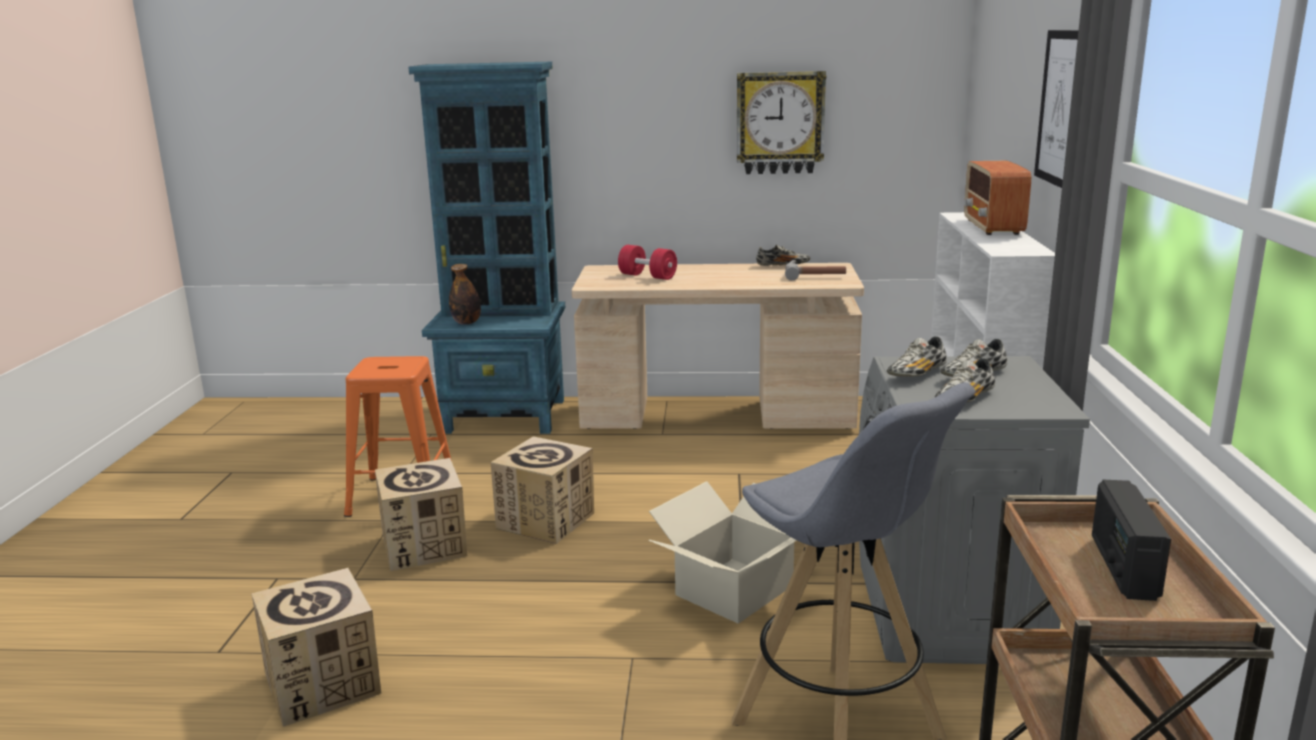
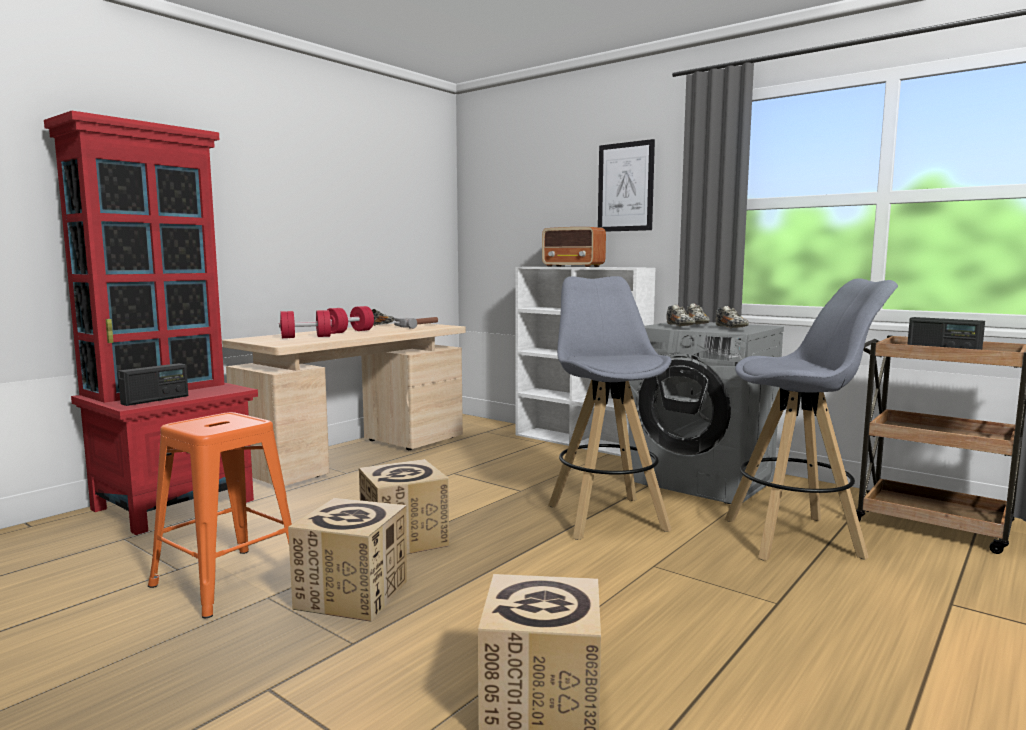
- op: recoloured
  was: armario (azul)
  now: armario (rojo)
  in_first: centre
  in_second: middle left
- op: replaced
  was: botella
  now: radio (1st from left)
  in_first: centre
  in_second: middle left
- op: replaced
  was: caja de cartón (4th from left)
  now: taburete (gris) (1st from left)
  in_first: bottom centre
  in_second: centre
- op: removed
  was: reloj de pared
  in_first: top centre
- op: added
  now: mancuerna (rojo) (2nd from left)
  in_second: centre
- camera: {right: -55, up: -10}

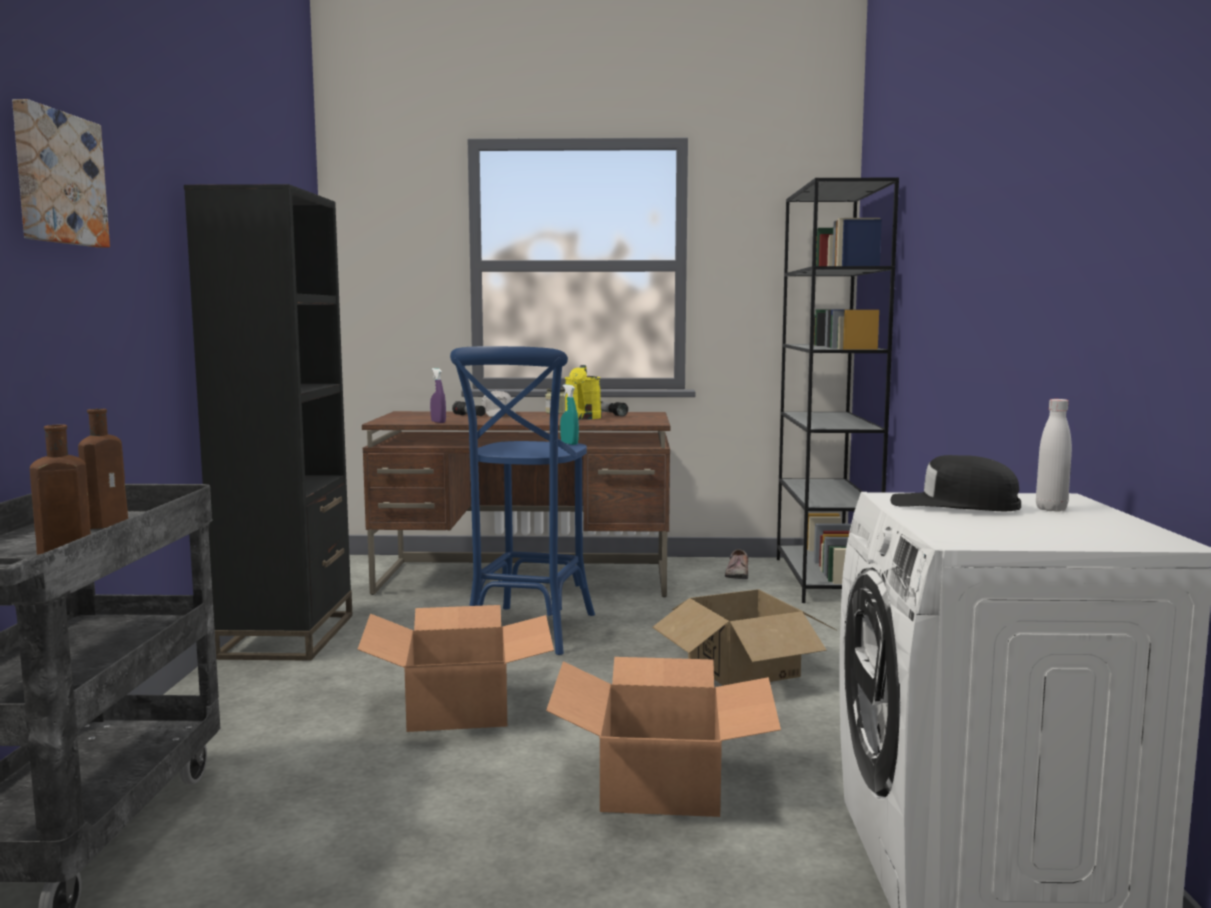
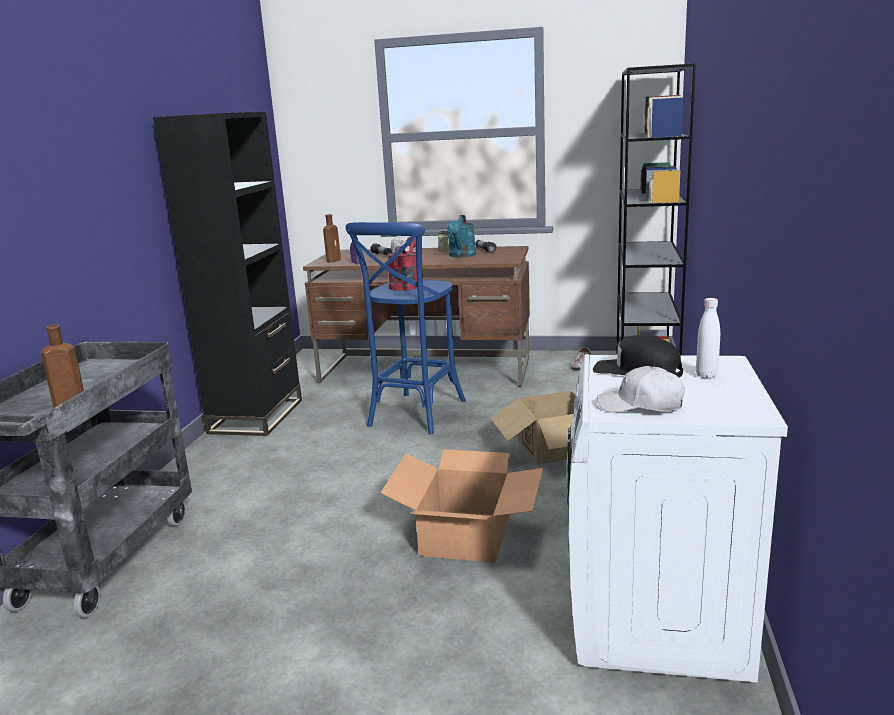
- op: removed
  was: cuadro
  in_first: top left
- op: moved
  was: botella (marrón) (2nd from left)
  in_first: middle left
  in_second: top centre
- op: removed
  was: caja de cartón (1st from left)
  in_first: bottom centre
- op: removed
  was: pulverizador (turquesa)
  in_first: centre
- op: recoloured
  was: regadera (amarillo)
  now: regadera (turquesa)
  in_first: centre
  in_second: top centre
- op: added
  now: regadera (rojo)
  in_second: centre
- op: added
  now: gorra (blanco) (2nd from left)
  in_second: middle right
- camera: {right: 10, up: 10}

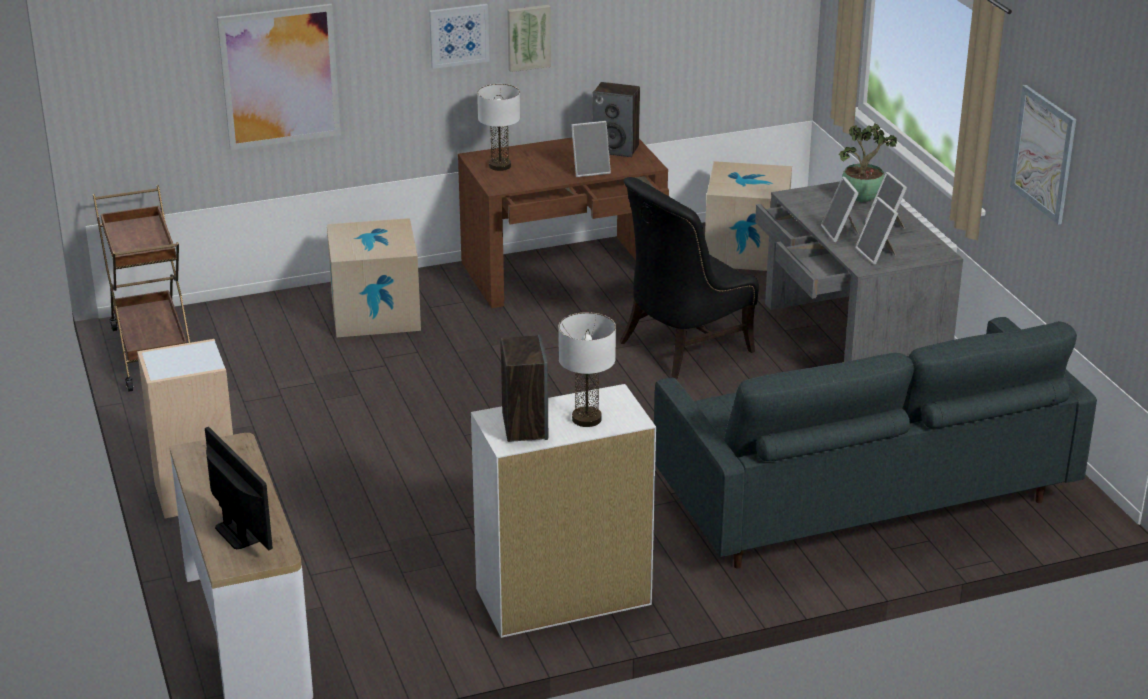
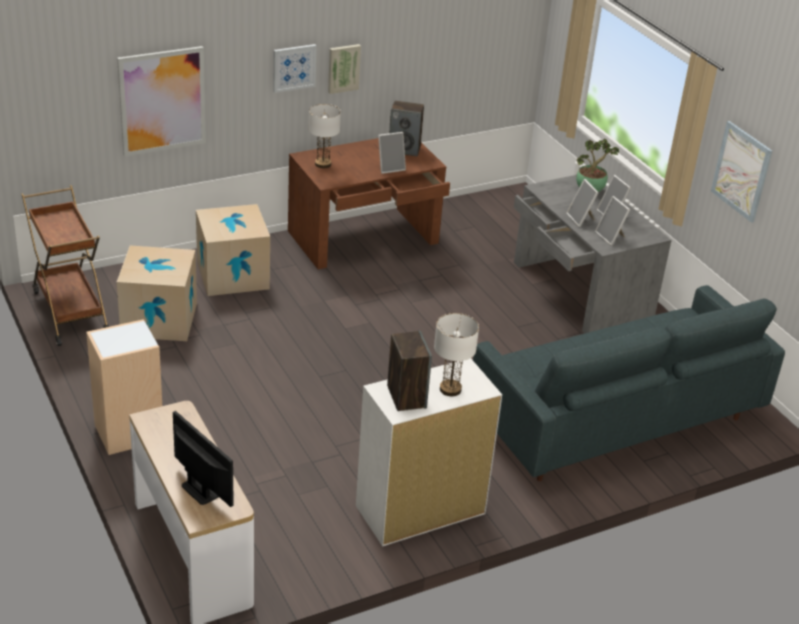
- op: removed
  was: silla (negro)
  in_first: centre
- op: moved
  was: caja de cartón (2nd from left in the first image)
  now: caja de cartón (1st from left)
  in_first: top centre
  in_second: middle left
- camera: {right: -10, up: 5}

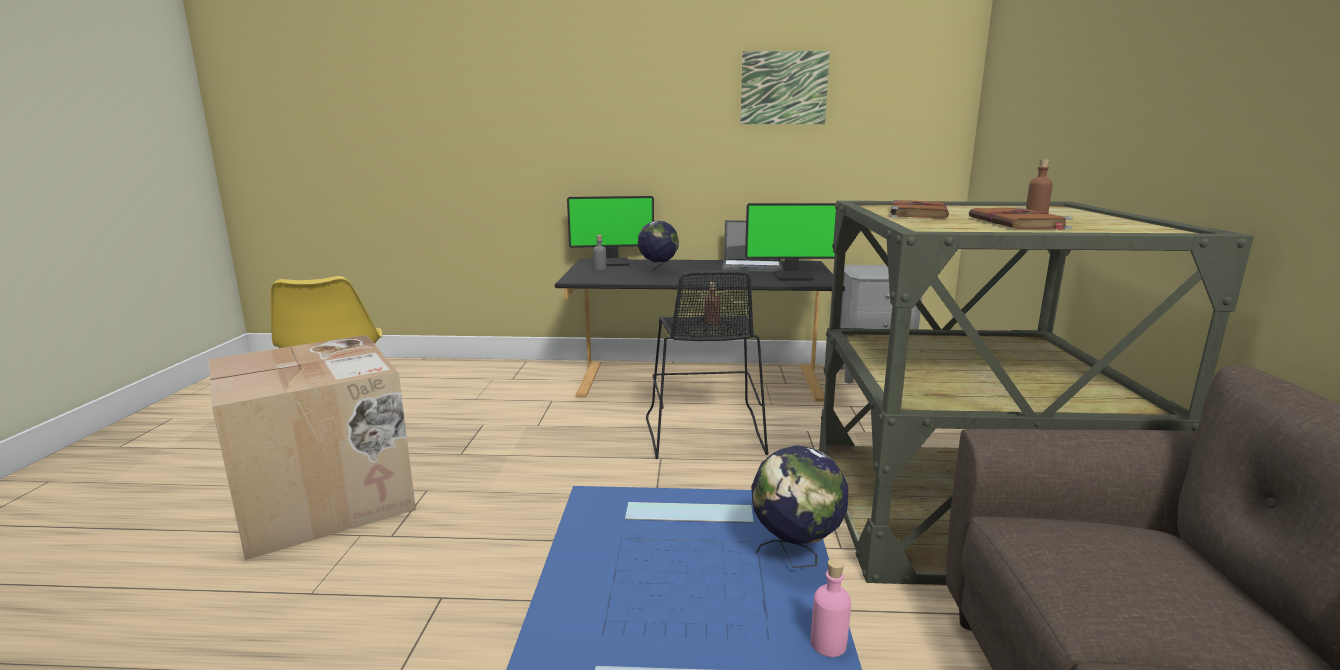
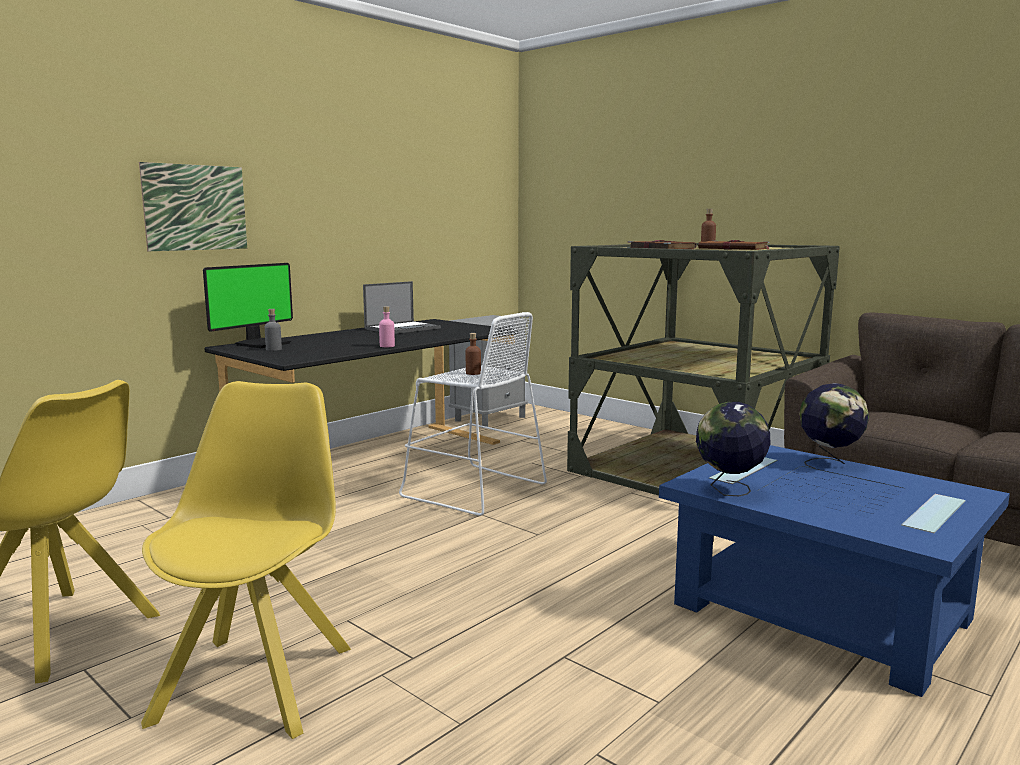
- op: replaced
  was: caja de cartón
  now: silla (amarillo) (2nd from left)
  in_first: bottom left
  in_second: bottom left
- op: moved
  was: globo terráqueo (1st from left)
  in_first: centre
  in_second: middle right
- op: recoloured
  was: taburete (negro)
  now: taburete (blanco)
  in_first: centre
  in_second: centre
- op: moved
  was: cuadro
  in_first: top centre
  in_second: top left
- op: removed
  was: monitor (2nd from left)
  in_first: centre
- op: moved
  was: botella (rosa)
  in_first: bottom centre
  in_second: centre
- camera: {right: -50, up: -5}

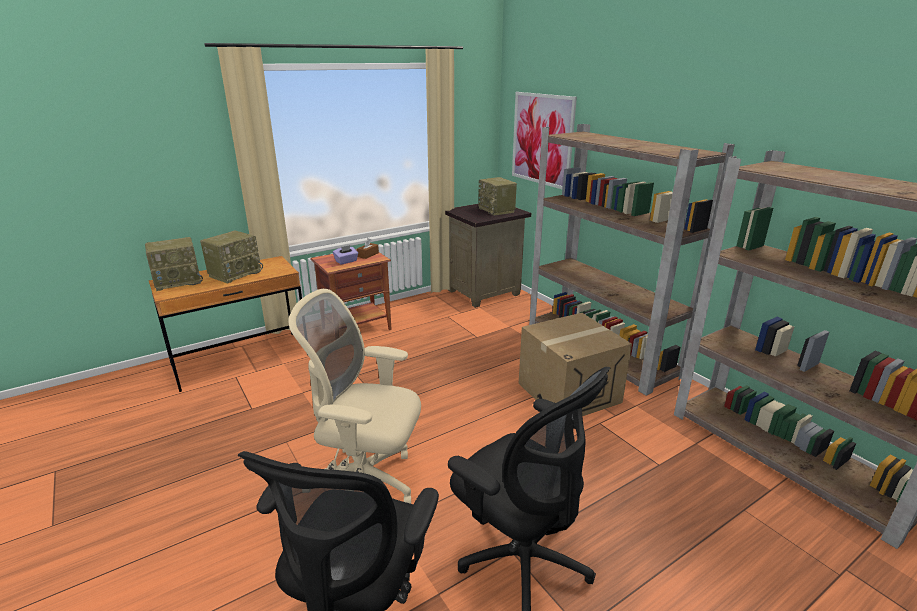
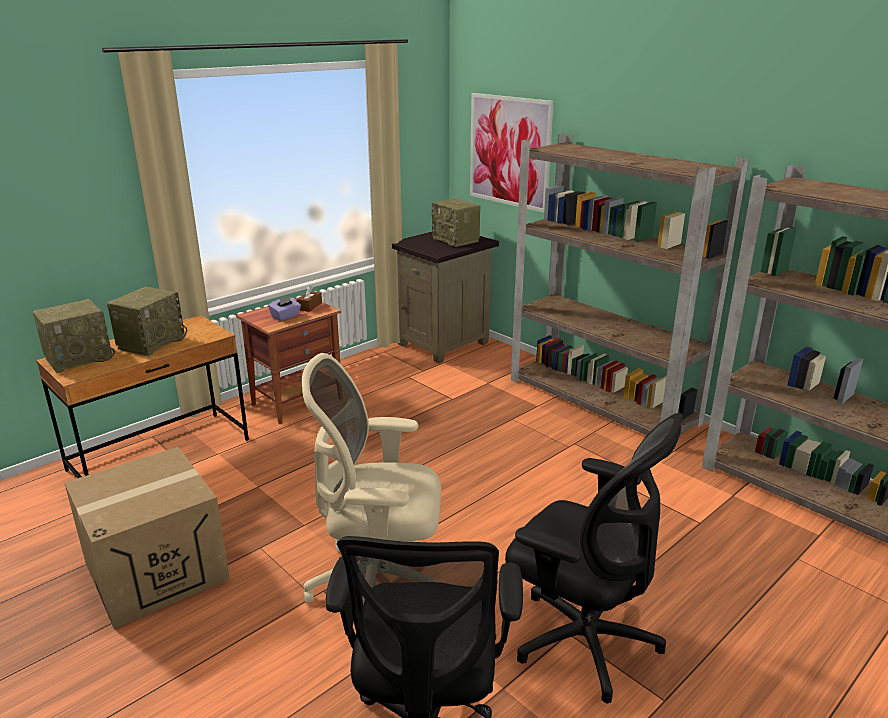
- op: moved
  was: caja de cartón
  in_first: centre
  in_second: bottom left
- camera: {right: -10, up: 0}

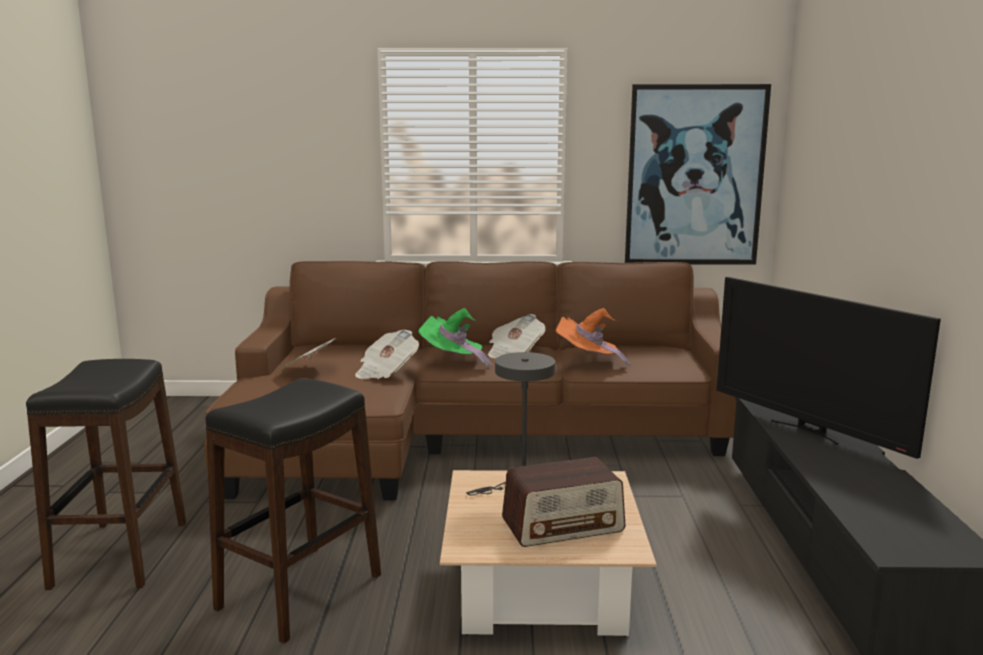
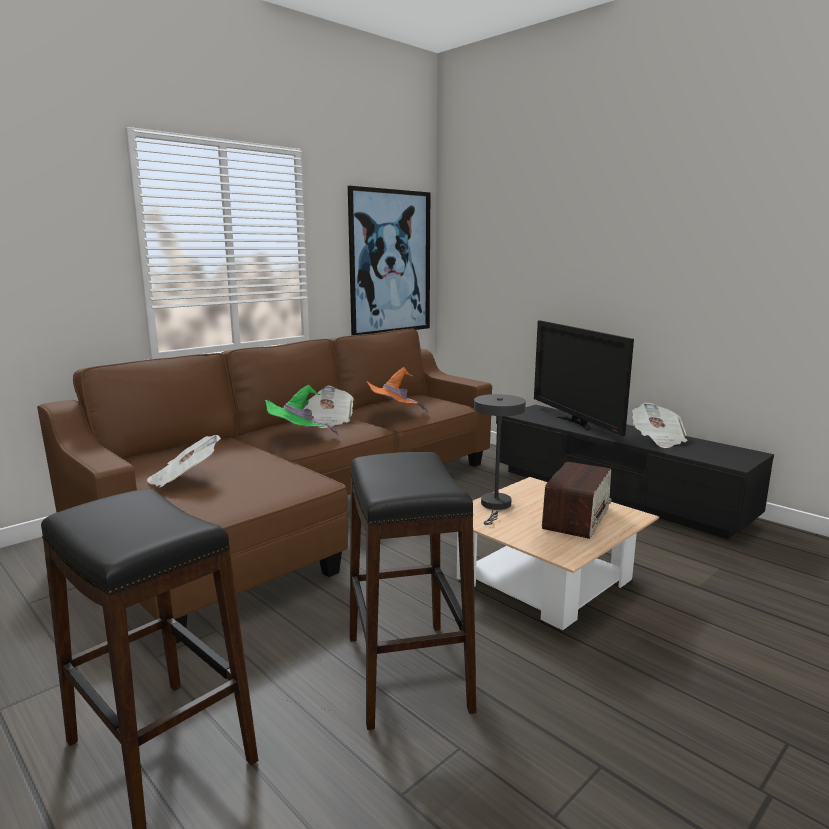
- op: moved
  was: periódico (2nd from left in the first image)
  now: periódico (3rd from left)
  in_first: centre
  in_second: middle right
- op: turned
  was: televisor
  in_first: middle right
  in_second: middle right
  clockwise: 60
- camera: {right: -45, up: 0}

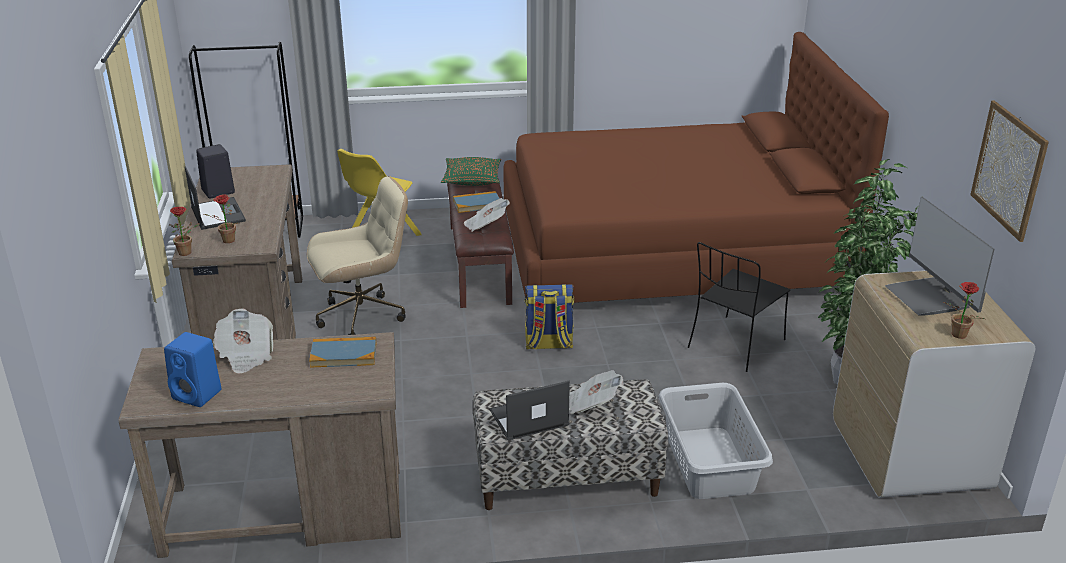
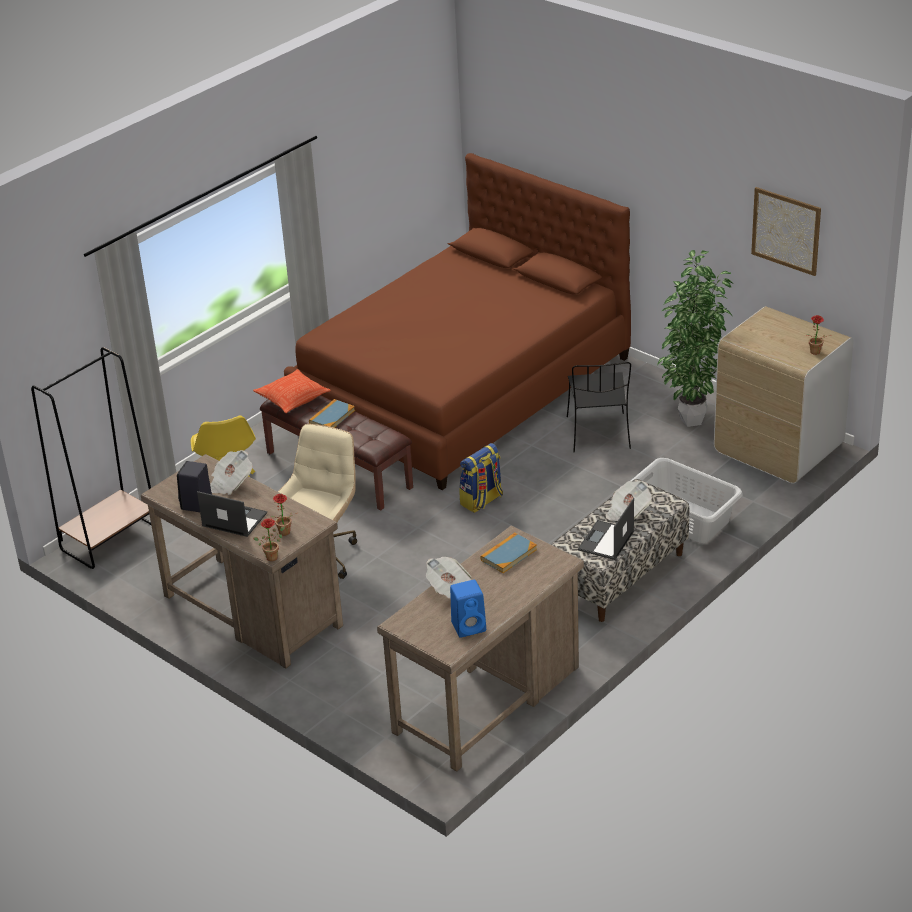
- op: recoloured
  was: cojín (verde)
  now: cojín (naranja)
  in_first: top centre
  in_second: middle left
- op: moved
  was: periódico (2nd from left in the first image)
  now: periódico (1st from left)
  in_first: centre
  in_second: middle left
- op: removed
  was: monitor
  in_first: middle right
- camera: {right: -40, up: 5}

